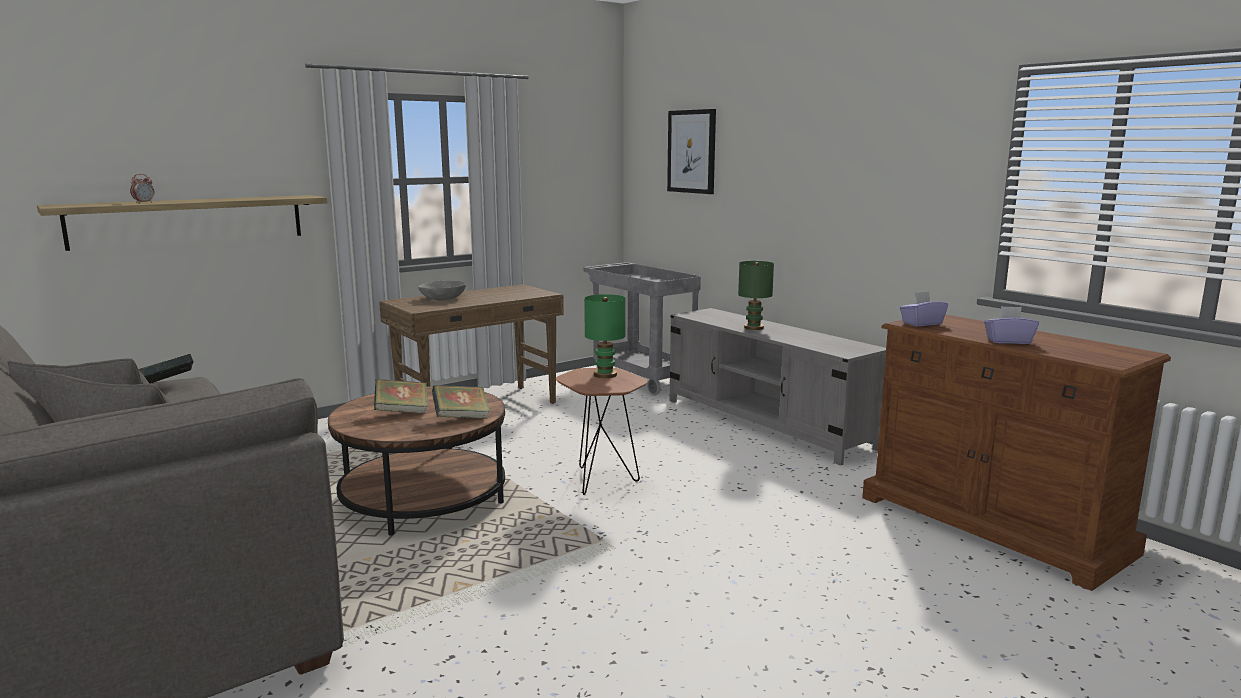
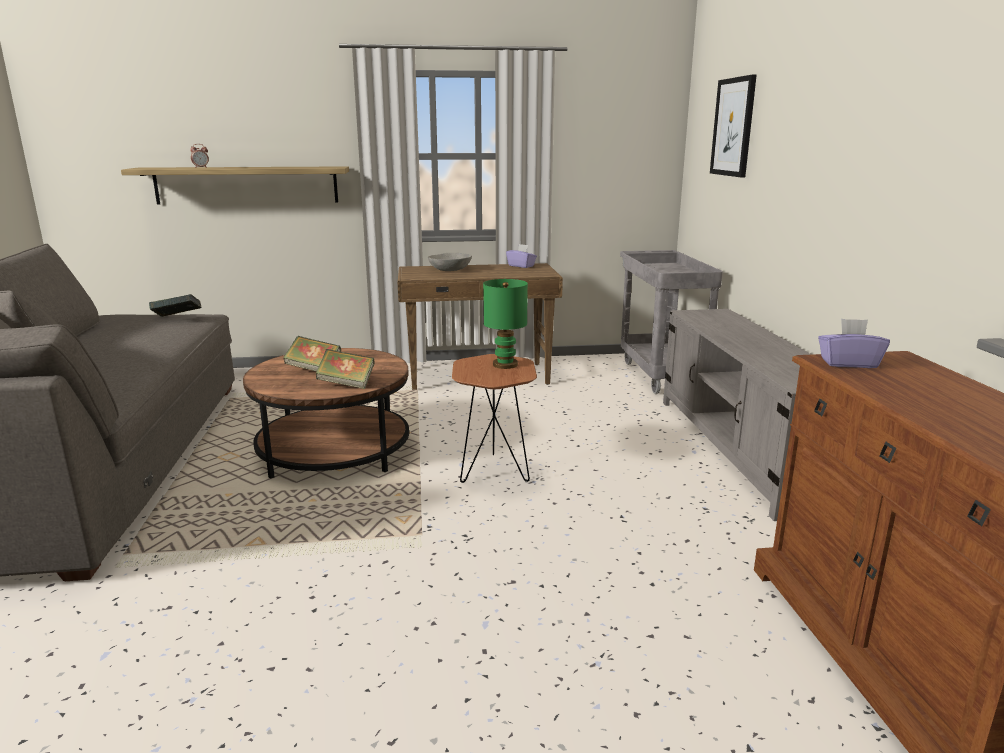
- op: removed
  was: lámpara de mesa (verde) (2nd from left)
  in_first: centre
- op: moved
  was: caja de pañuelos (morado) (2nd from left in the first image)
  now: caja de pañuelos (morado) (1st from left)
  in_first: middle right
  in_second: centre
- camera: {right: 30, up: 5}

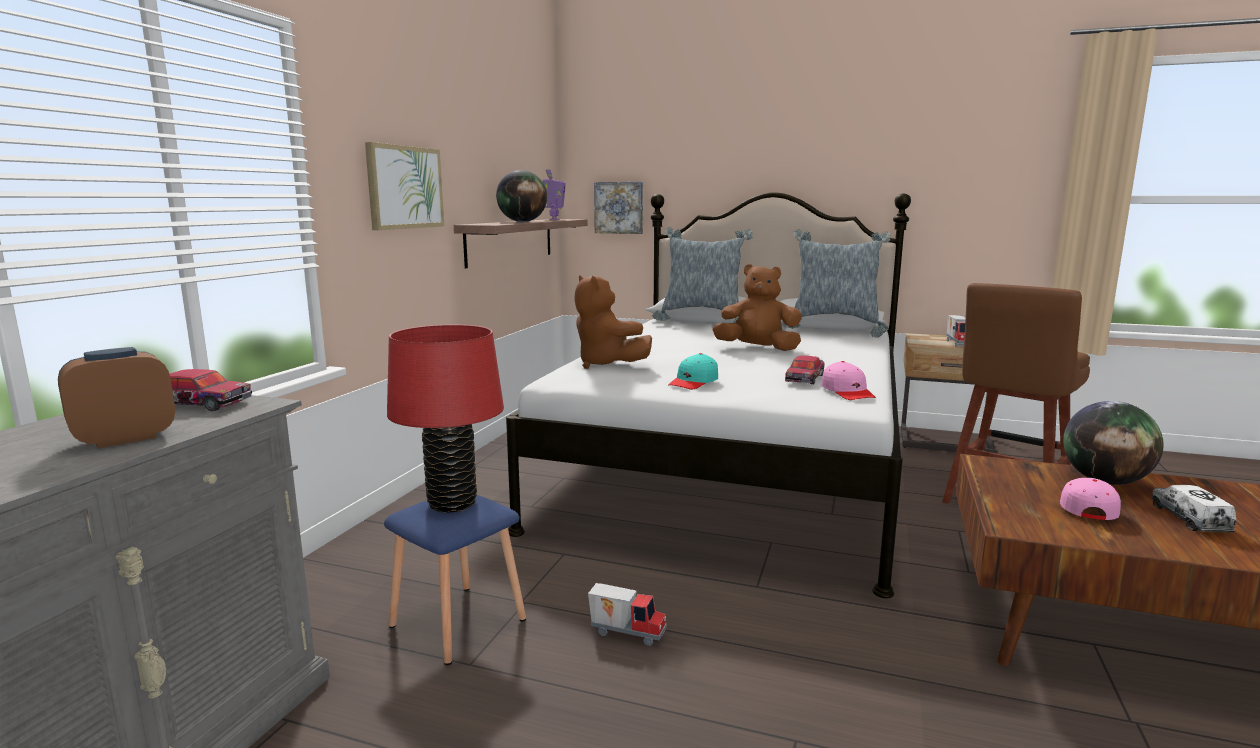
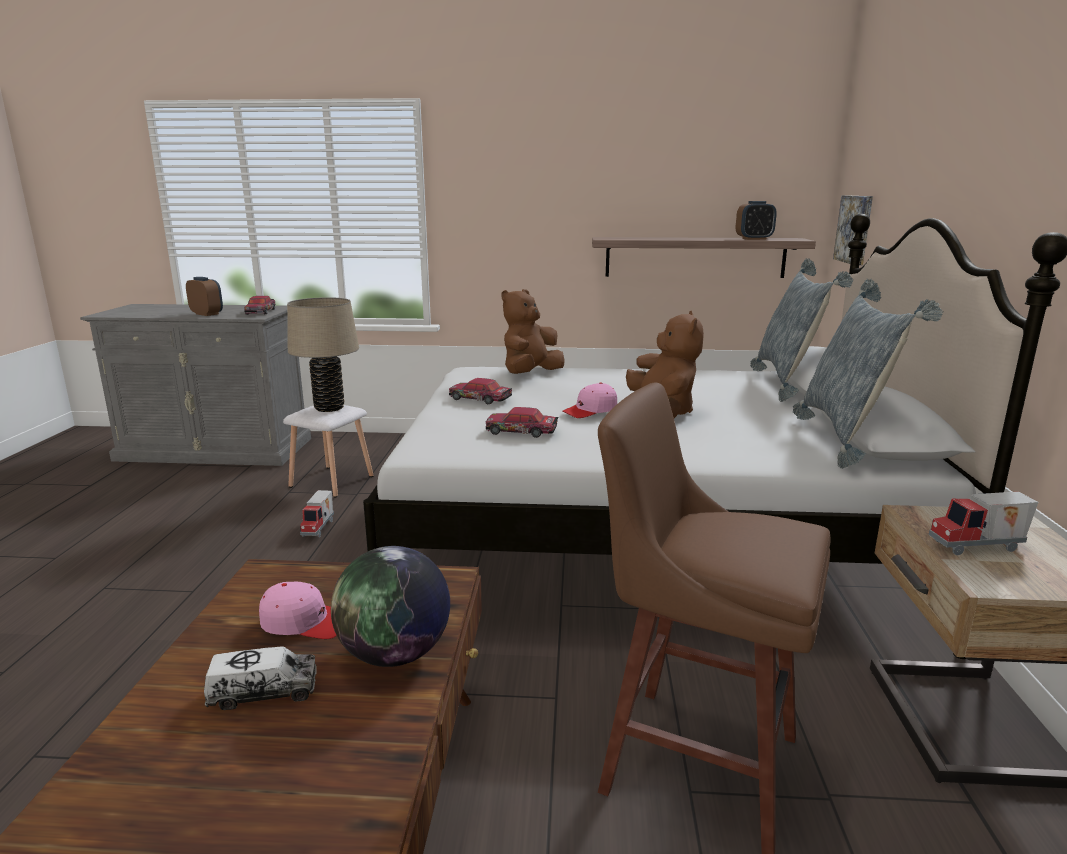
- op: removed
  was: cuadro (1st from left)
  in_first: top left
- op: recoloured
  was: taburete (azul)
  now: taburete (blanco)
  in_first: bottom centre
  in_second: middle left
- op: recoloured
  was: lámpara de mesa (rojo)
  now: lámpara de mesa (beis)
  in_first: centre
  in_second: middle left
- op: removed
  was: globo terráqueo (1st from left)
  in_first: top centre
- op: replaced
  was: robot de juguete
  now: despertador (2nd from left)
  in_first: top centre
  in_second: top right
- op: replaced
  was: gorra (turquesa)
  now: coche de juguete (2nd from left)
  in_first: centre
  in_second: centre
- op: moved
  was: gorra (rosa) (1st from left in the first image)
  now: gorra (rosa) (2nd from left)
  in_first: middle right
  in_second: centre
- camera: {right: 75, up: 5}

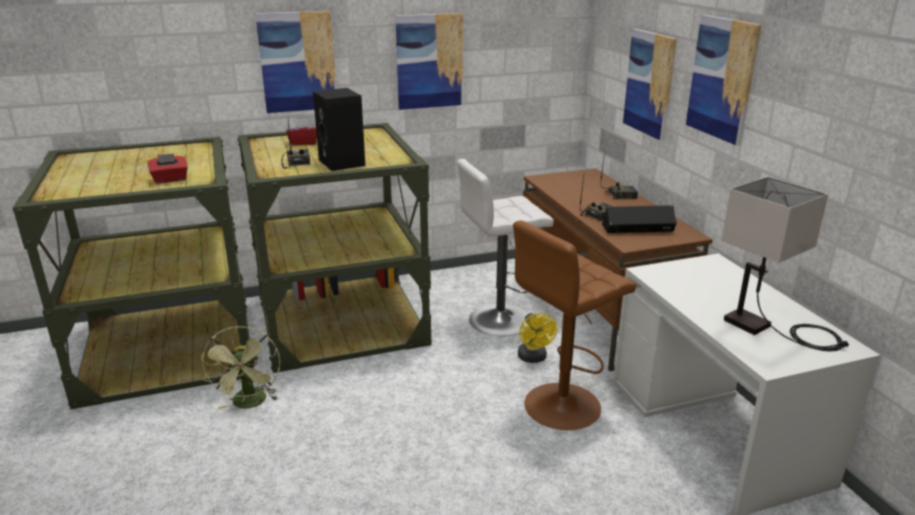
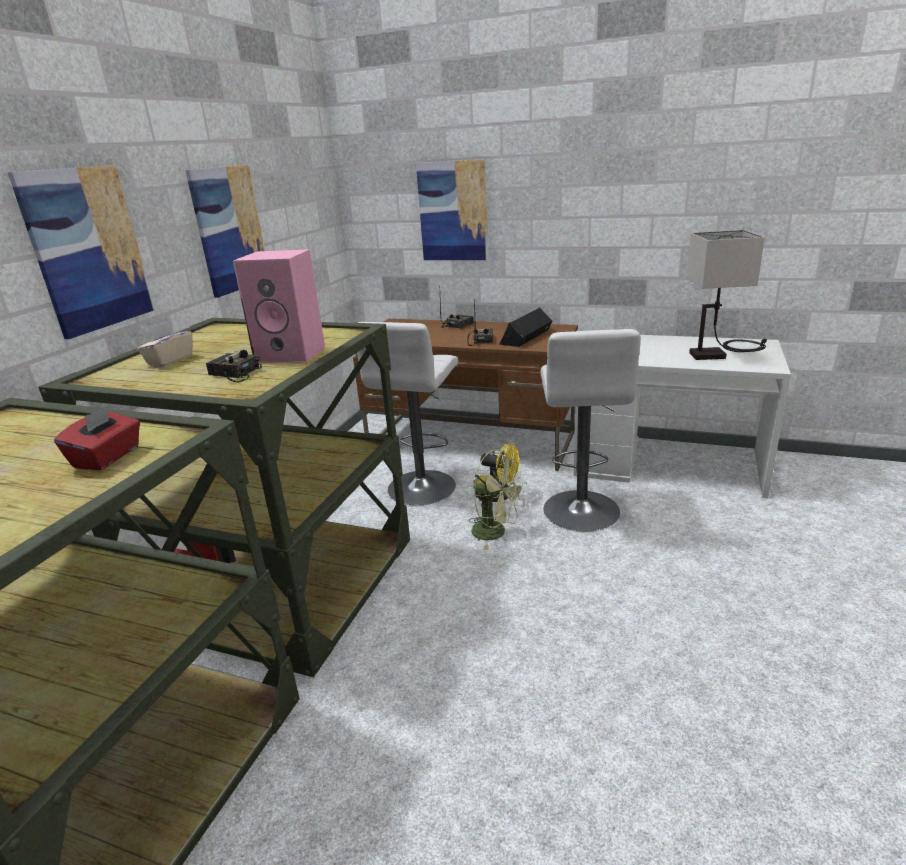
- op: moved
  was: ventilador (verde)
  in_first: bottom left
  in_second: centre
- op: recoloured
  was: caja de pañuelos (rojo) (2nd from left)
  now: caja de pañuelos (beis)
  in_first: top left
  in_second: middle left
- op: recoloured
  was: altavoz (negro) (1st from left)
  now: altavoz (rosa)
  in_first: top centre
  in_second: middle left
- op: recoloured
  was: taburete (marrón)
  now: taburete (blanco) (2nd from left)
  in_first: centre
  in_second: centre
- op: removed
  was: cuadro (4th from left)
  in_first: top right
- camera: {right: -50, up: 0}

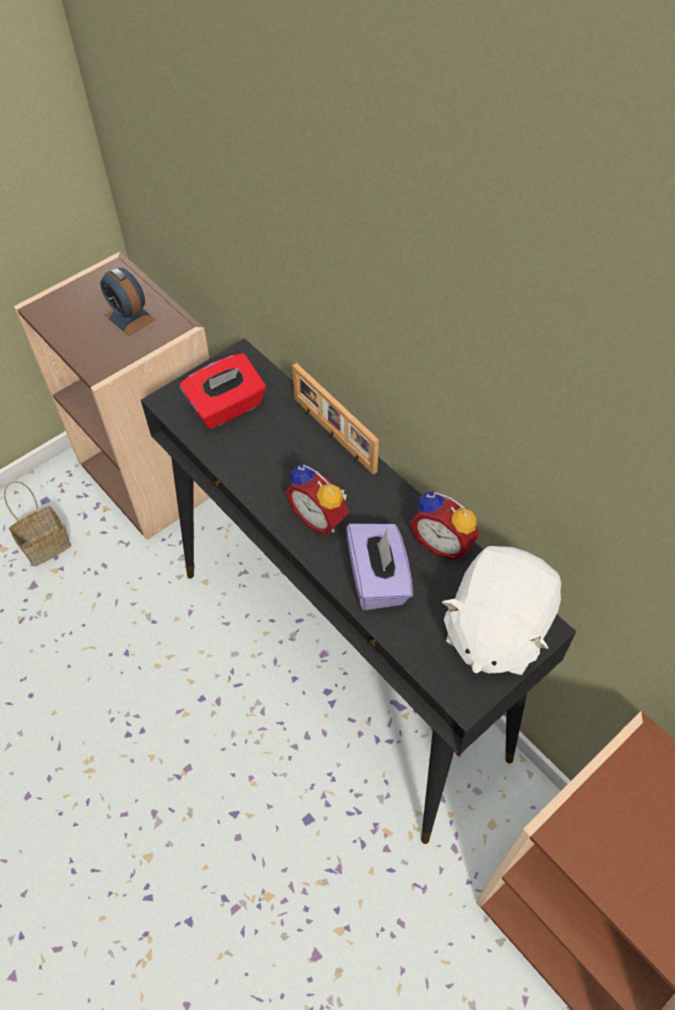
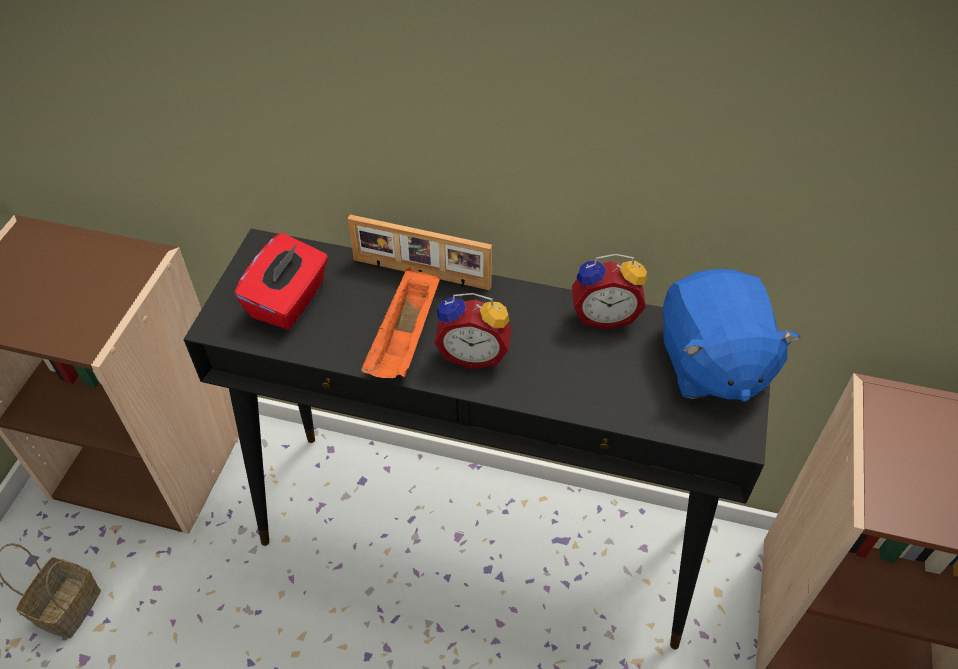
- op: removed
  was: despertador (1st from left)
  in_first: top left
- op: removed
  was: caja de pañuelos (morado)
  in_first: centre
- op: recoloured
  was: peluche (blanco)
  now: peluche (azul)
  in_first: middle right
  in_second: middle right
- op: added
  now: bandeja (naranja)
  in_second: centre
- camera: {right: -35, up: -5}

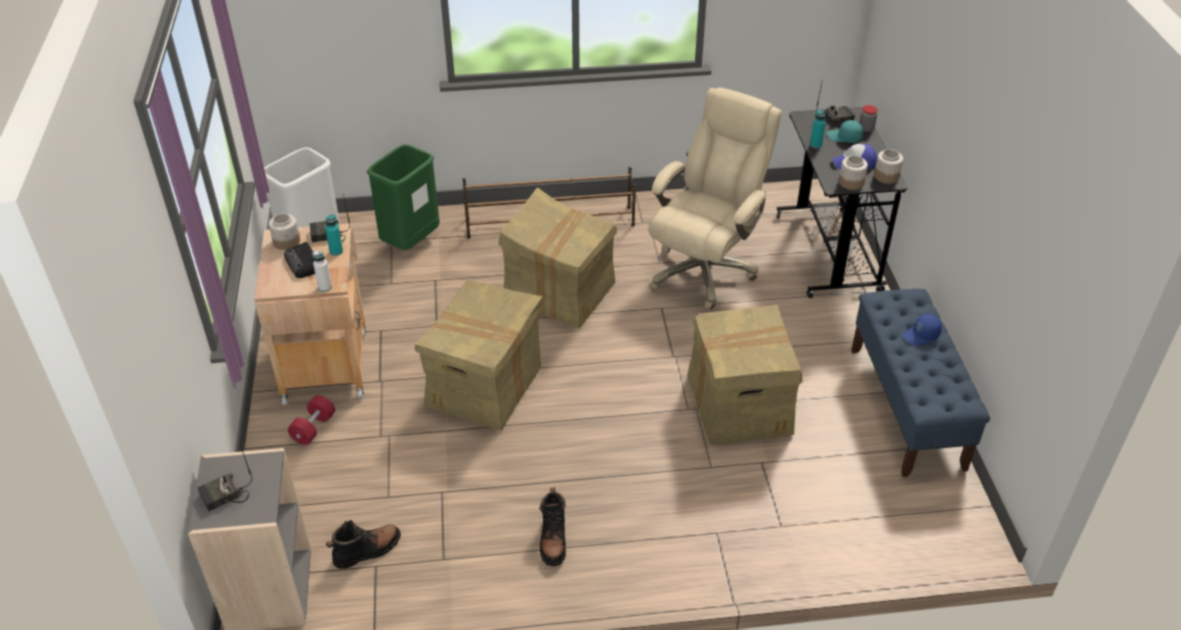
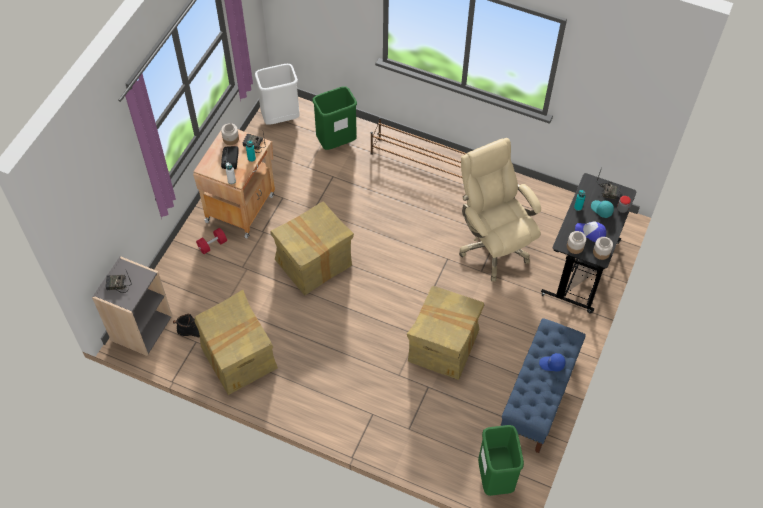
- op: moved
  was: caja de cartón (2nd from left in the first image)
  now: caja de cartón (1st from left)
  in_first: centre
  in_second: bottom left
- op: removed
  was: bota (negro) (2nd from left)
  in_first: bottom centre
- op: turned
  was: silla de oficina (beis)
  in_first: top centre
  in_second: centre
  clockwise: -90
- op: added
  now: papelera (verde) (2nd from left)
  in_second: bottom centre
- camera: {right: 30, up: 15}

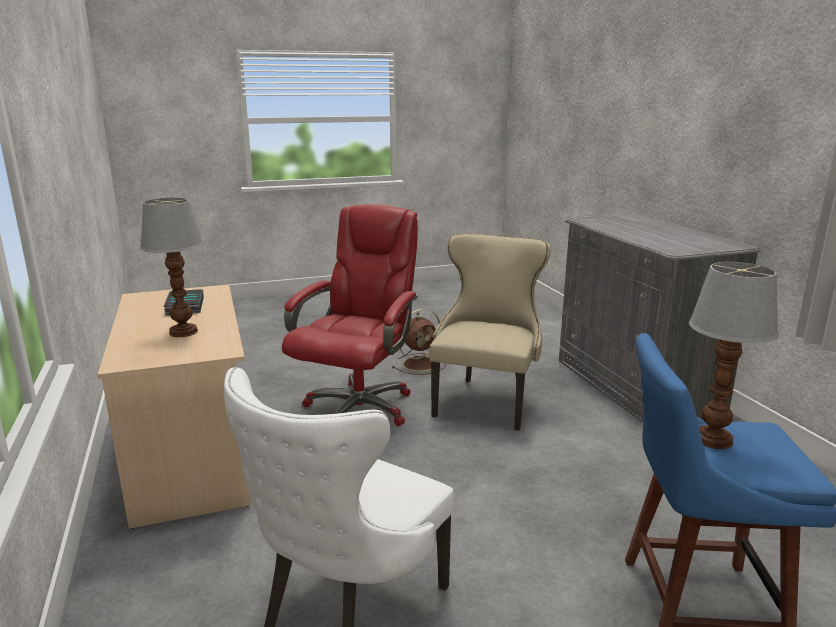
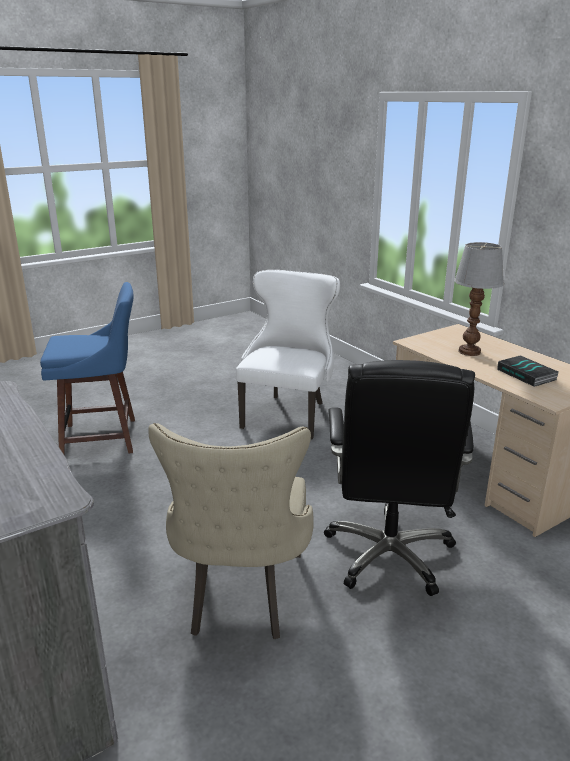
- op: recoloured
  was: silla de oficina (rojo)
  now: silla de oficina (negro)
  in_first: centre
  in_second: middle right
- op: removed
  was: ventilador (marrón)
  in_first: centre
- op: removed
  was: lámpara de mesa (2nd from left)
  in_first: middle right
- camera: {right: 165, up: 5}

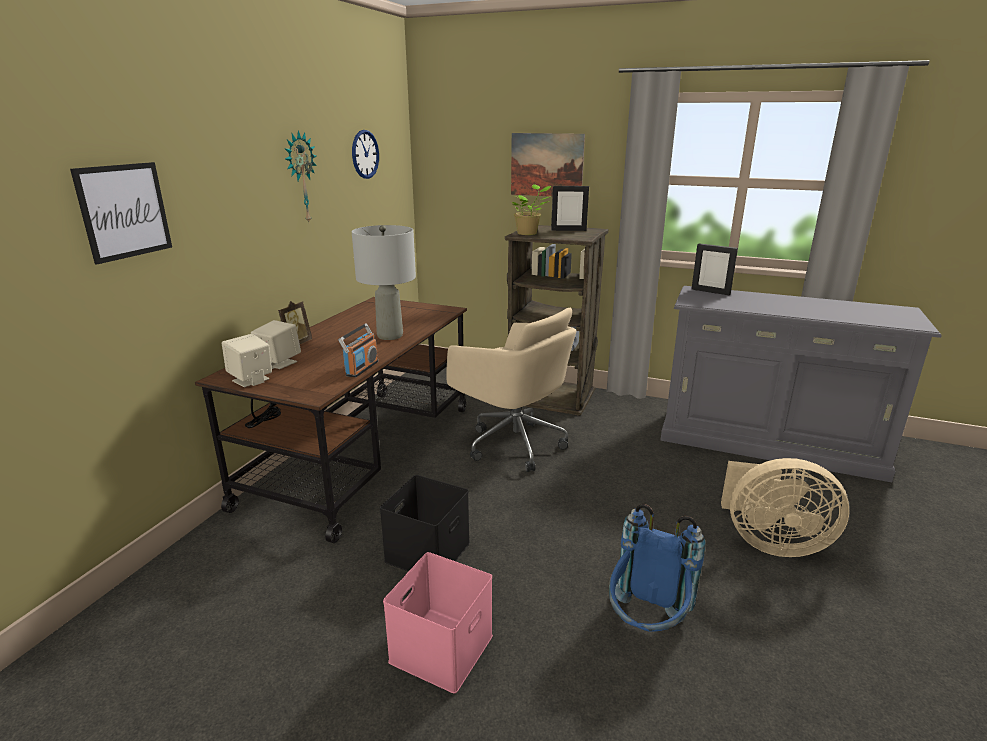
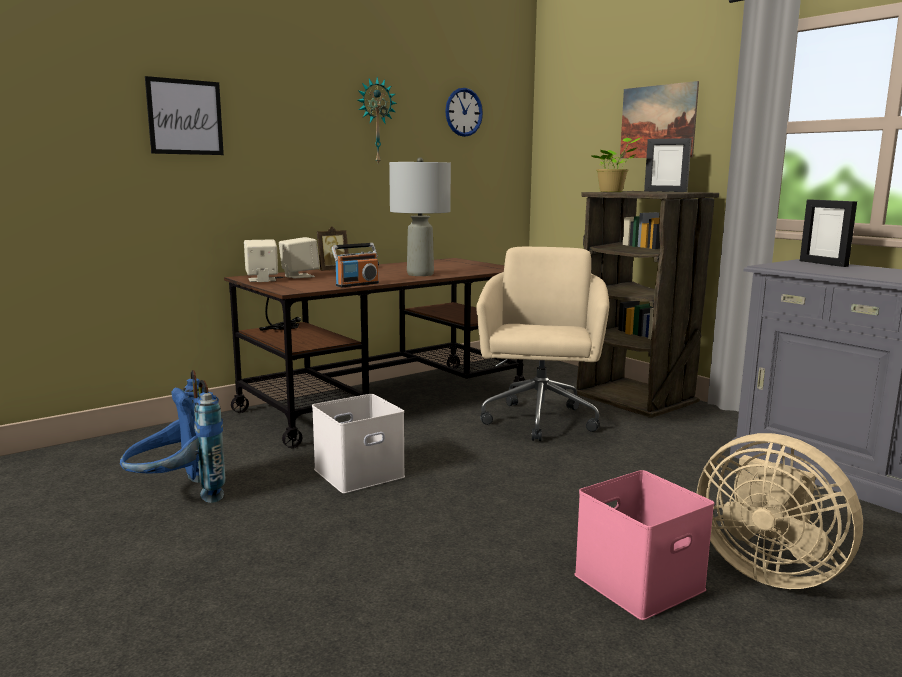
- op: recoloured
  was: caja de almacenaje (negro)
  now: caja de almacenaje (blanco)
  in_first: bottom centre
  in_second: centre
- op: moved
  was: caja de almacenaje (rosa)
  in_first: bottom centre
  in_second: bottom right
- op: turned
  was: silla de oficina (beis)
  in_first: centre
  in_second: centre
  clockwise: -150
- op: moved
  was: mochila (azul)
  in_first: bottom centre
  in_second: middle left
- camera: {right: 30, up: -10}

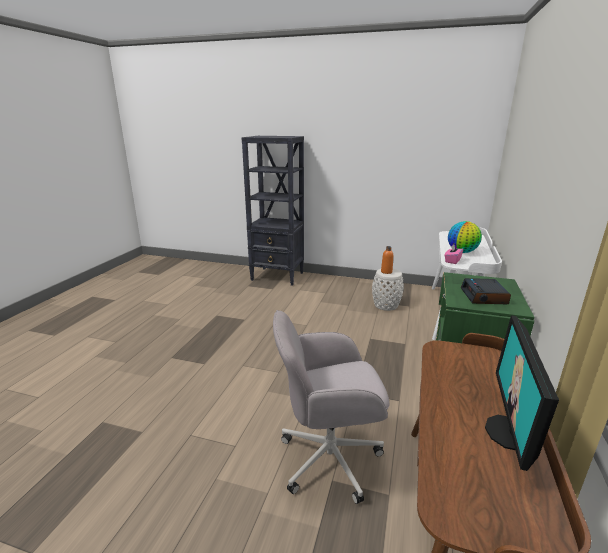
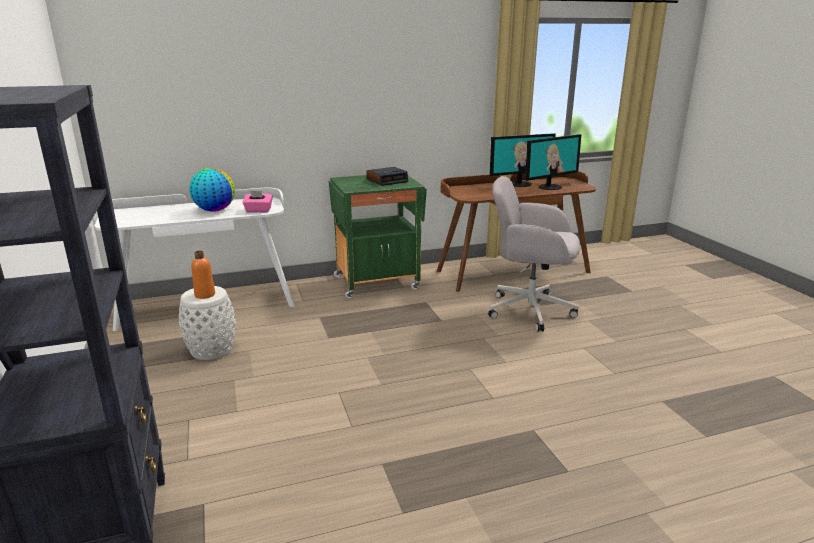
- op: turned
  was: silla de oficina (gris)
  in_first: bottom centre
  in_second: centre
  clockwise: 150
- op: added
  now: monitor (2nd from left)
  in_second: top right
- camera: {right: -125, up: 0}

